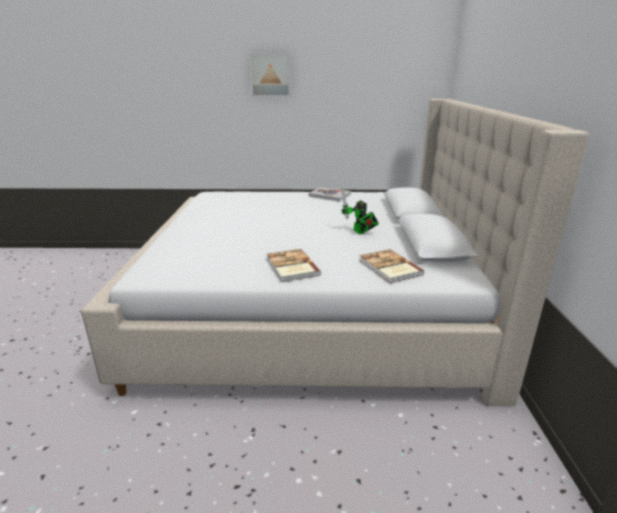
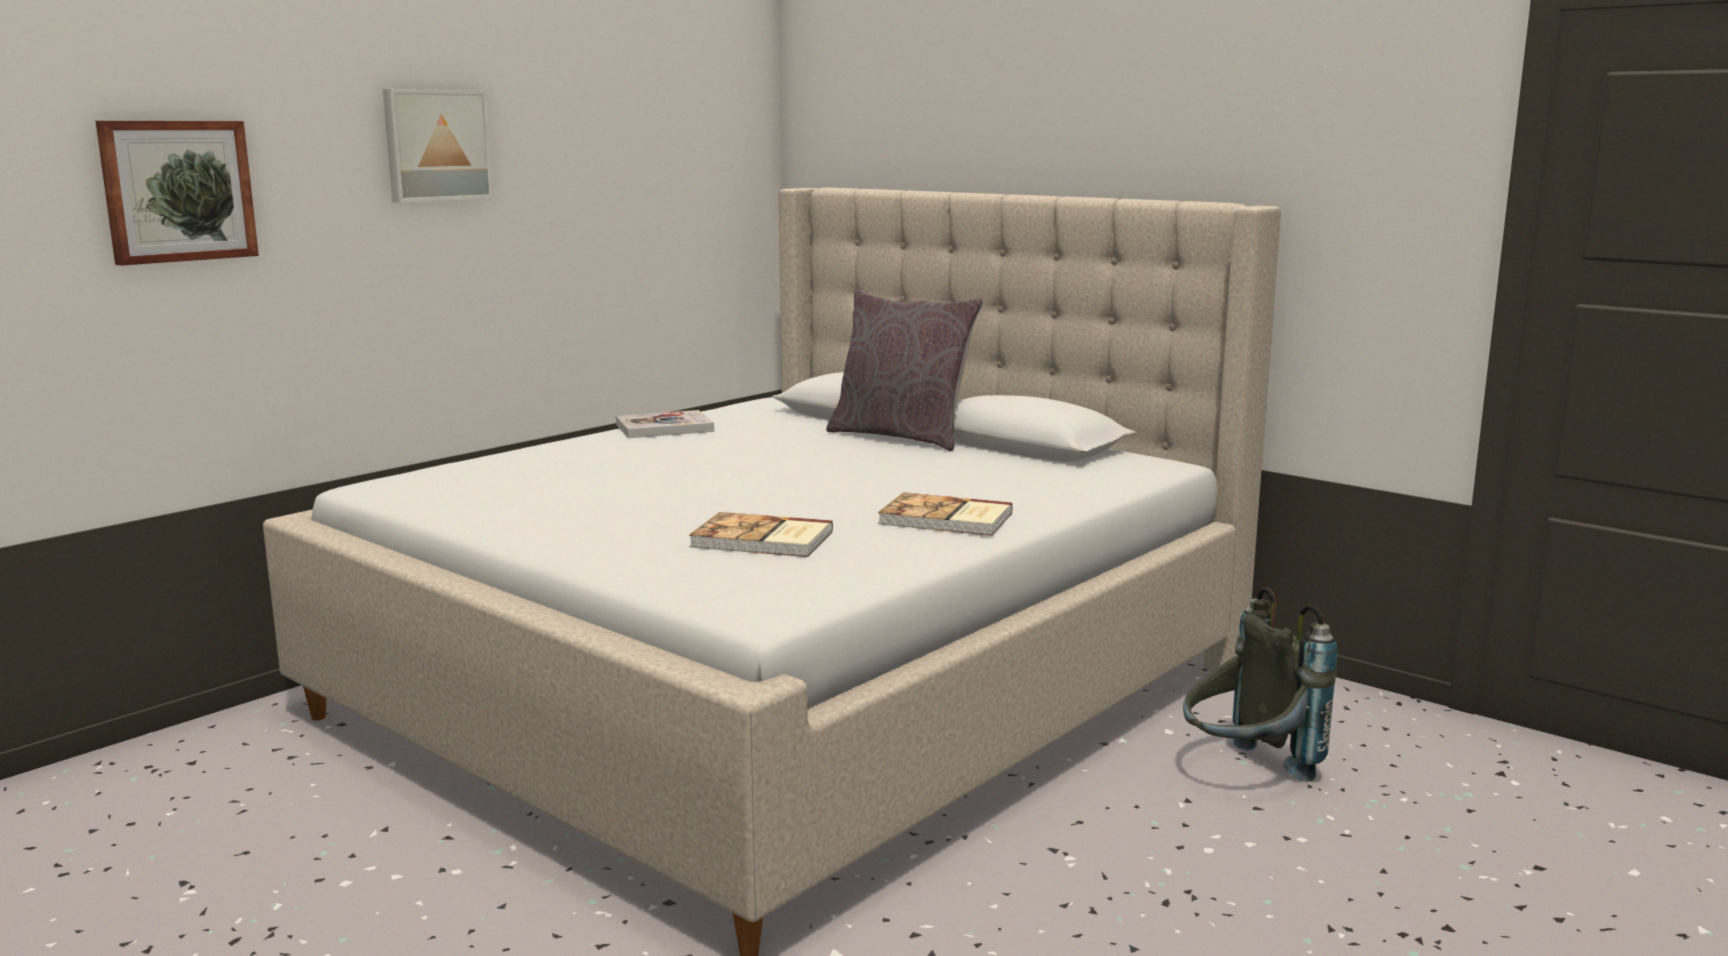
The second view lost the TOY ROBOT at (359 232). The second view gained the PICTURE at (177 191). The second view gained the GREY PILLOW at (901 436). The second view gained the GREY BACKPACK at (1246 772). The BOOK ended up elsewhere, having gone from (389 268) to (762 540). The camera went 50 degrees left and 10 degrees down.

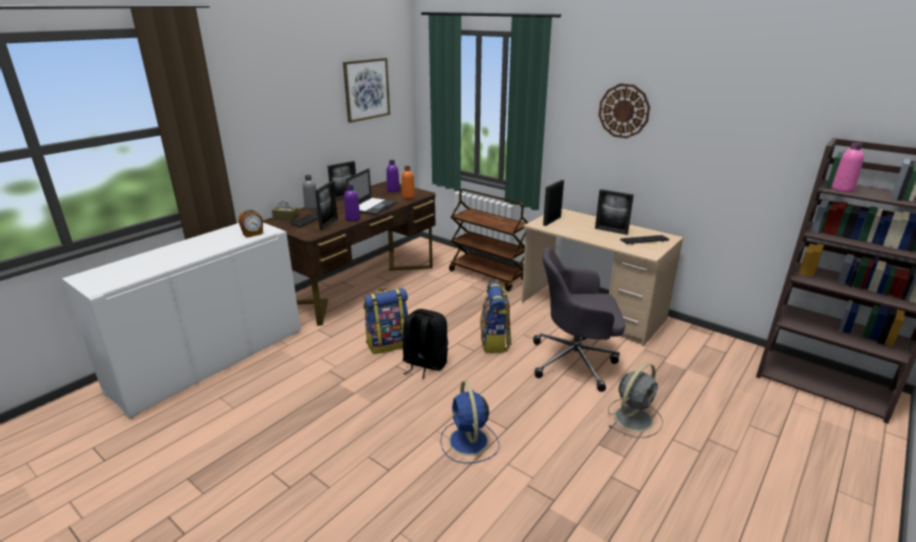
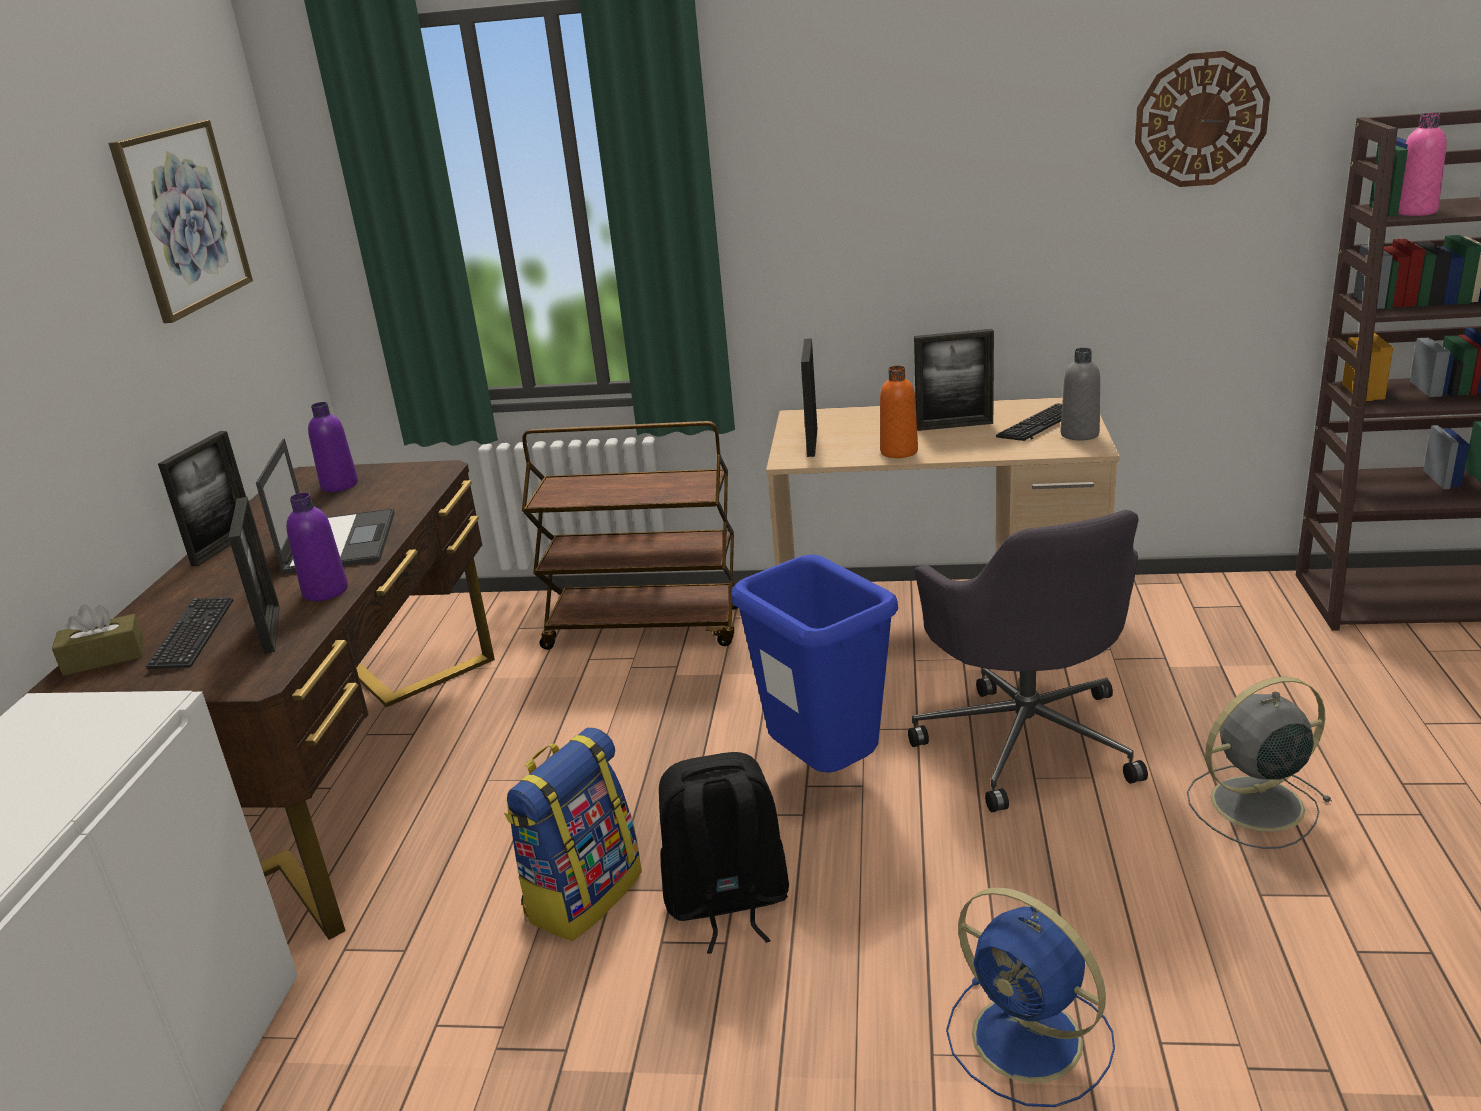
The second view lost the ALARM CLOCK at (253 234). The GREY BOTTLE ended up elsewhere, having gone from (311 207) to (1079 434). The ORANGE BOTTLE ended up elsewhere, having gone from (408 196) to (899 452). The WALL CLOCK ended up elsewhere, having gone from (624 111) to (1200 120). Where the BACKPACK stood at (495 342), the BLUE TRASH CAN came to stand at (825 773). The GREY OFFICE CHAIR at (575 361) ended up facing another way, 75 degrees counterclockwise from before. The GREY FAN at (634 417) ended up facing another way, 120 degrees counterclockwise from before. The camera went 30 degrees left and 0 degrees up.

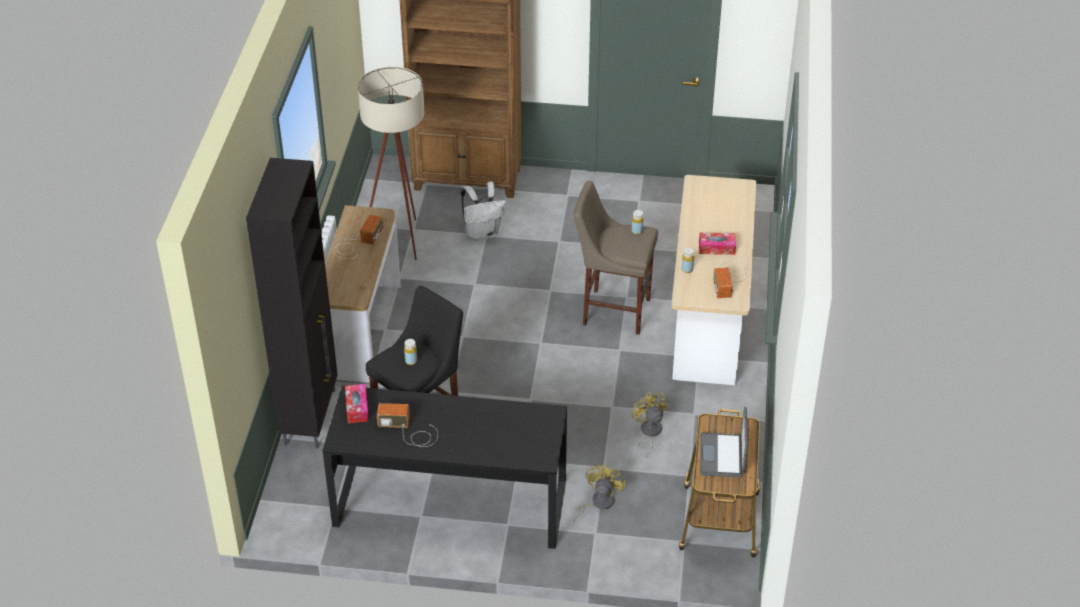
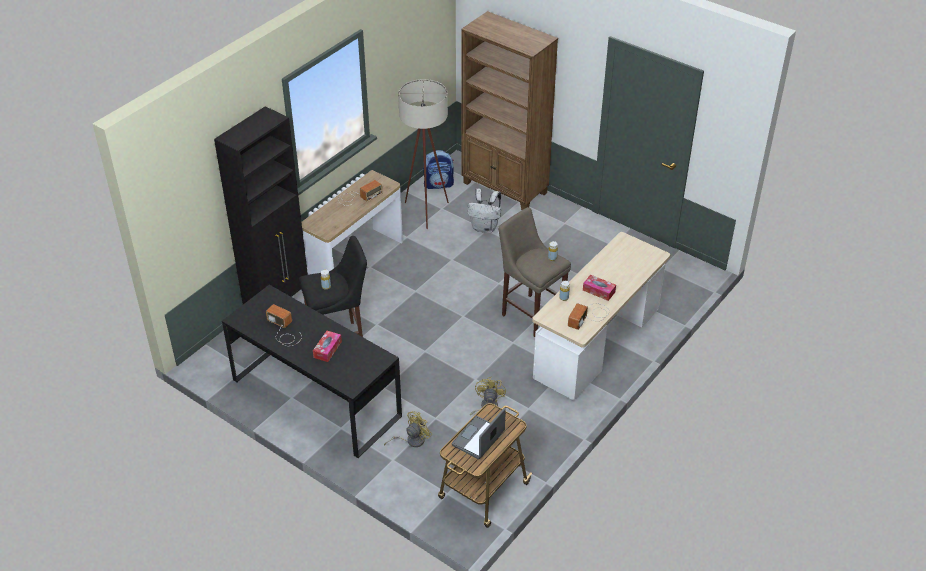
The second view gained the BACKPACK at (439 184). The TISSUE BOX ended up elsewhere, having gone from (357 408) to (327 349). The camera went 30 degrees right and 0 degrees up.

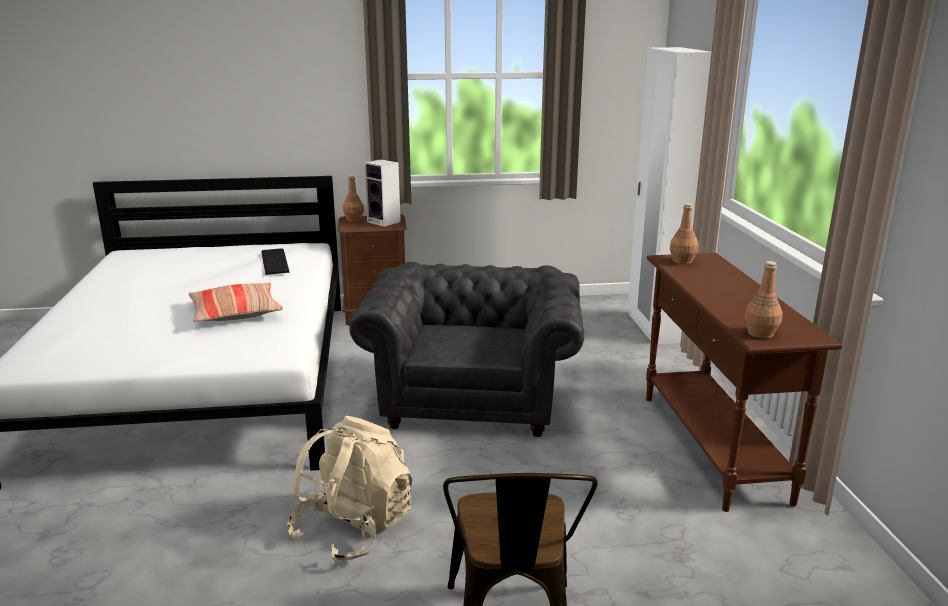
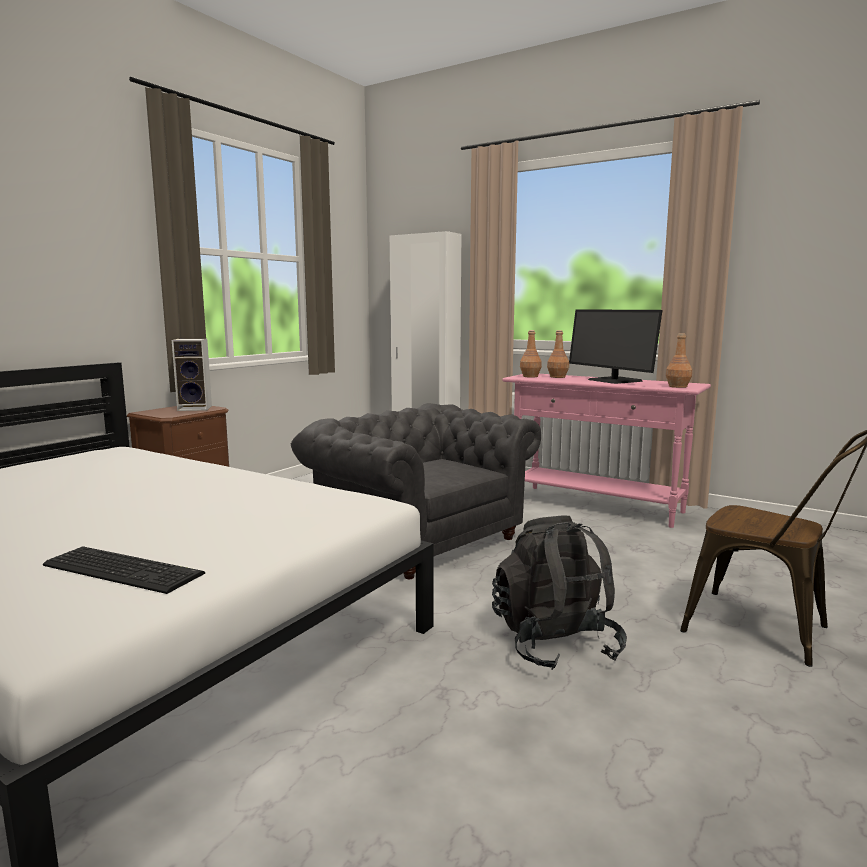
The second view lost the PILLOW at (235 313). The second view gained the MONITOR at (613 380). The KEYBOARD ended up elsewhere, having gone from (276 261) to (123 568). The BROWN BOTTLE ended up elsewhere, having gone from (354 219) to (557 377). What was the BEIGE BACKPACK at (353 529) turned into the BLACK BACKPACK at (555 643). What was the BROWN CONSOLE TABLE at (712 447) turned into the PINK CONSOLE TABLE at (596 506). The camera went 50 degrees left and 10 degrees down.

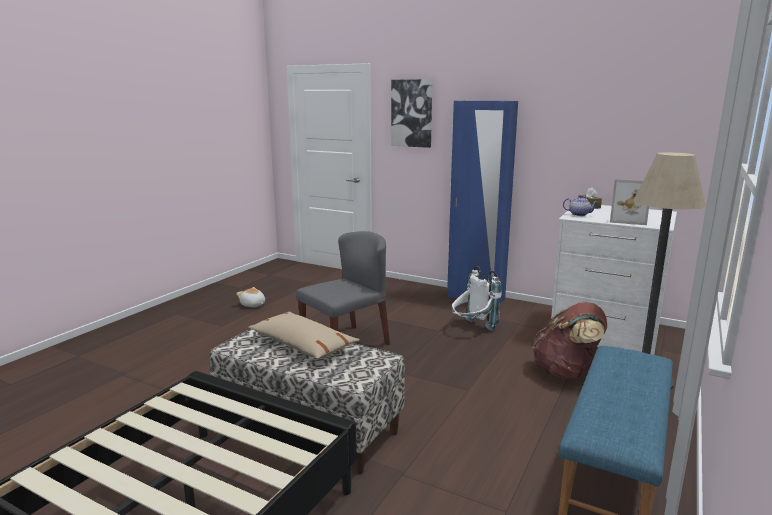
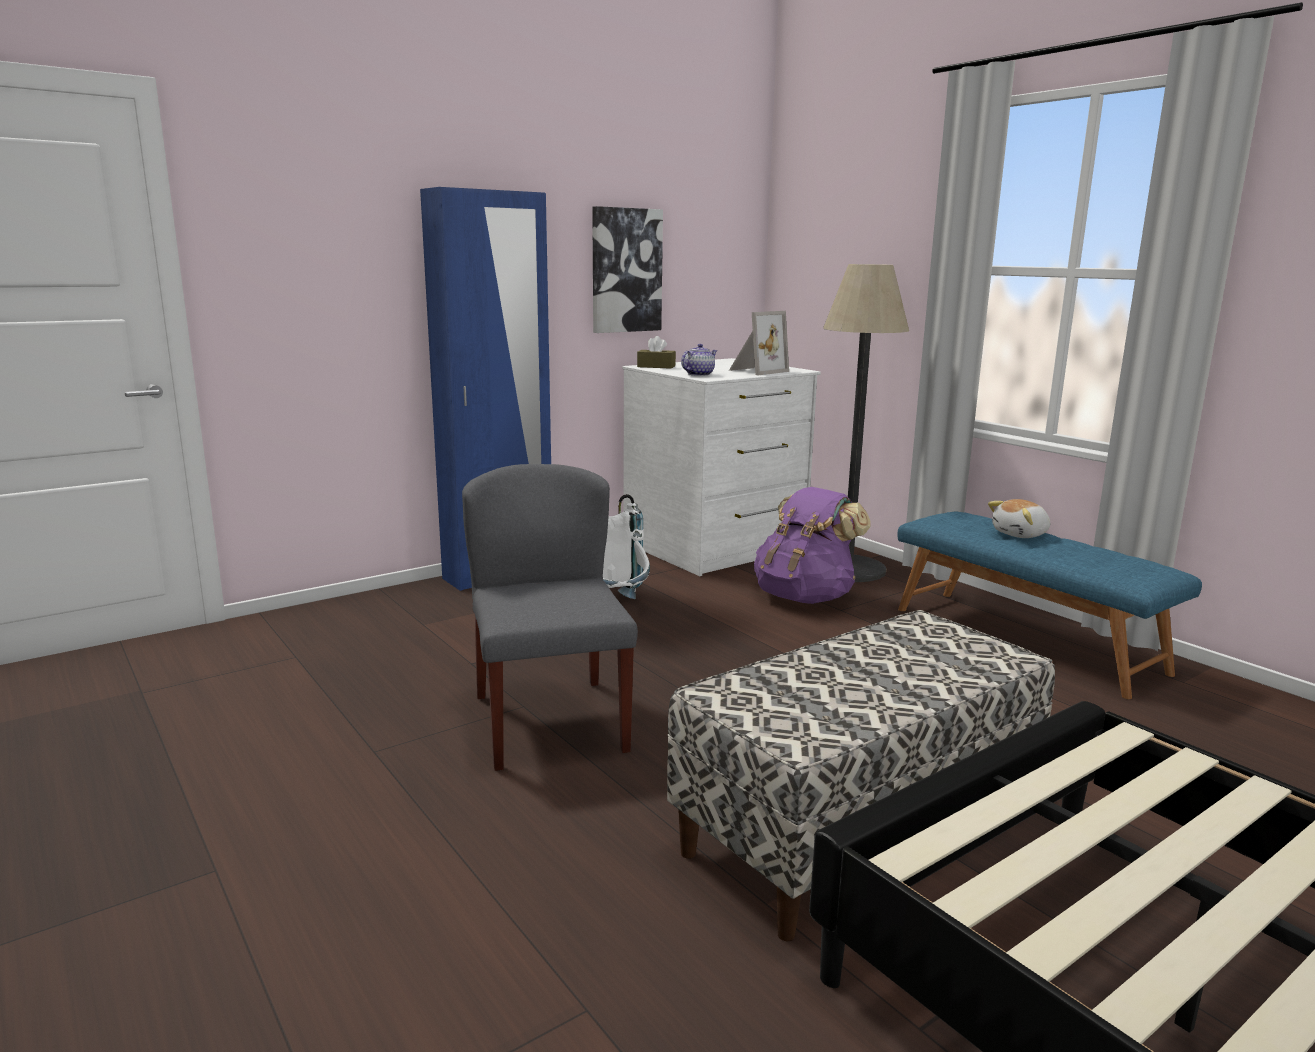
The second view lost the BEIGE PILLOW at (302 345). The PLUSH TOY ended up elsewhere, having gone from (253 305) to (1021 534). The PICTURE ended up elsewhere, having gone from (412 113) to (625 270). What was the BROWN BACKPACK at (566 372) turned into the PURPLE BACKPACK at (805 597). The camera went 65 degrees left and 0 degrees up.

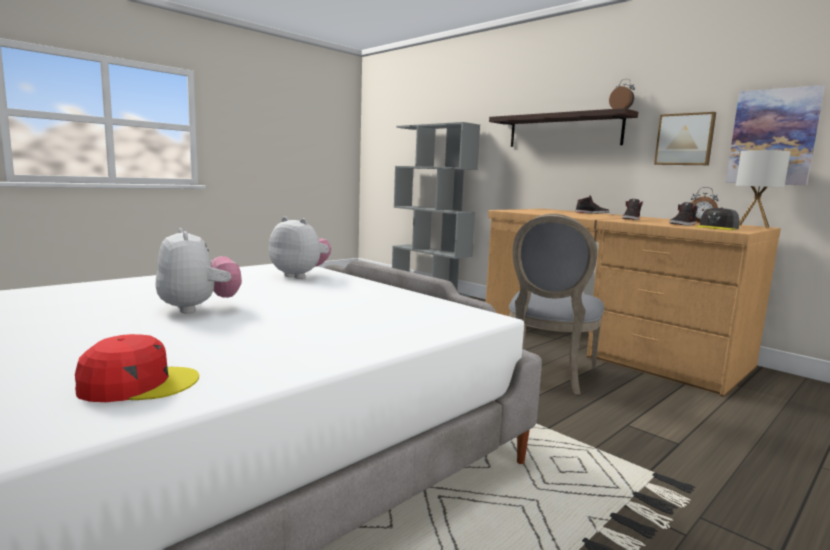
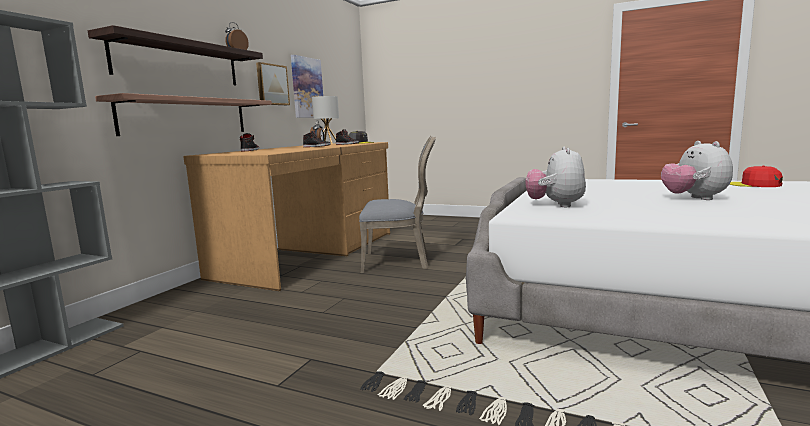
The second view gained the SHELF at (186 116). The PLUSH TOY at (198 308) ended up facing another way, 45 degrees counterclockwise from before. The camera went 110 degrees left and 0 degrees up.

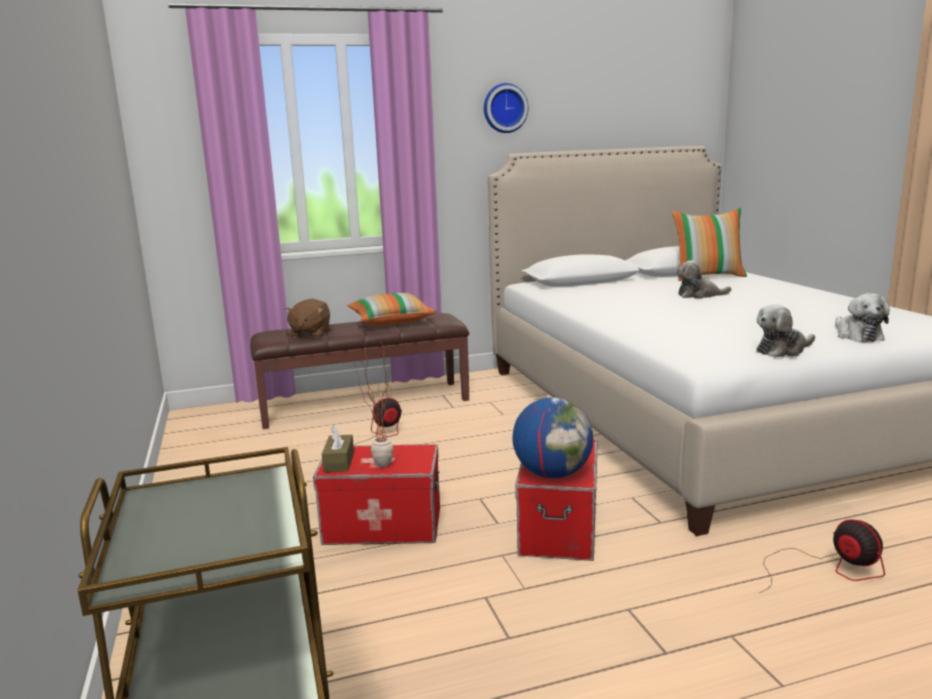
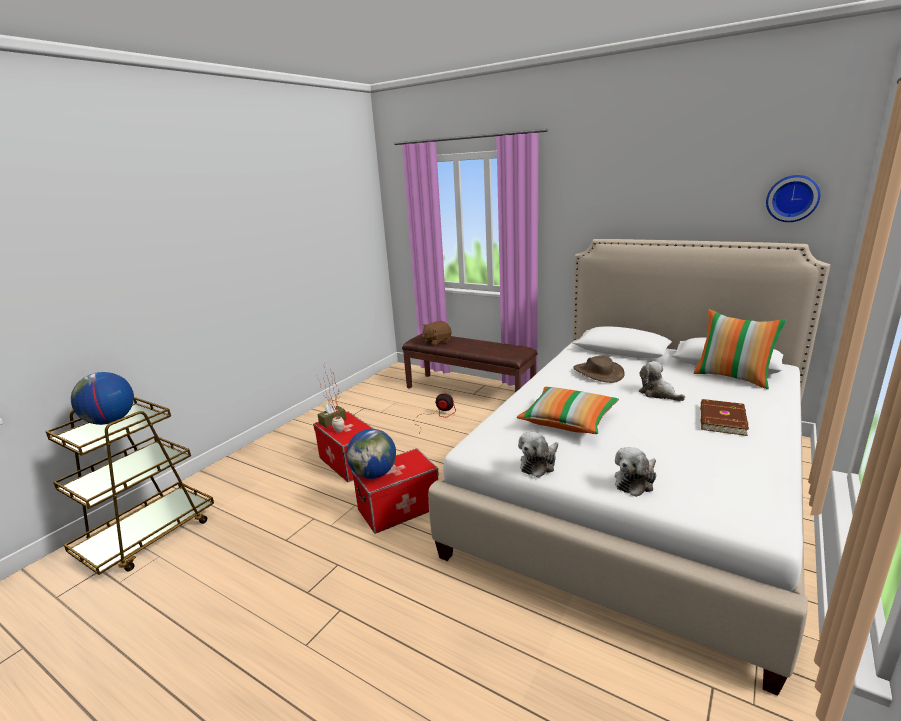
The second view lost the FAN at (827 569). The second view gained the GLOBE at (110 421). The second view gained the BROWN HAT at (598 373). The second view gained the BROWN BOOK at (721 419). The PILLOW ended up elsewhere, having gone from (392 322) to (568 421). The WALL CLOCK ended up elsewhere, having gone from (504 108) to (792 198). The PLUSH TOY at (782 350) ended up facing another way, 75 degrees counterclockwise from before. The camera went 50 degrees right and 5 degrees up.

